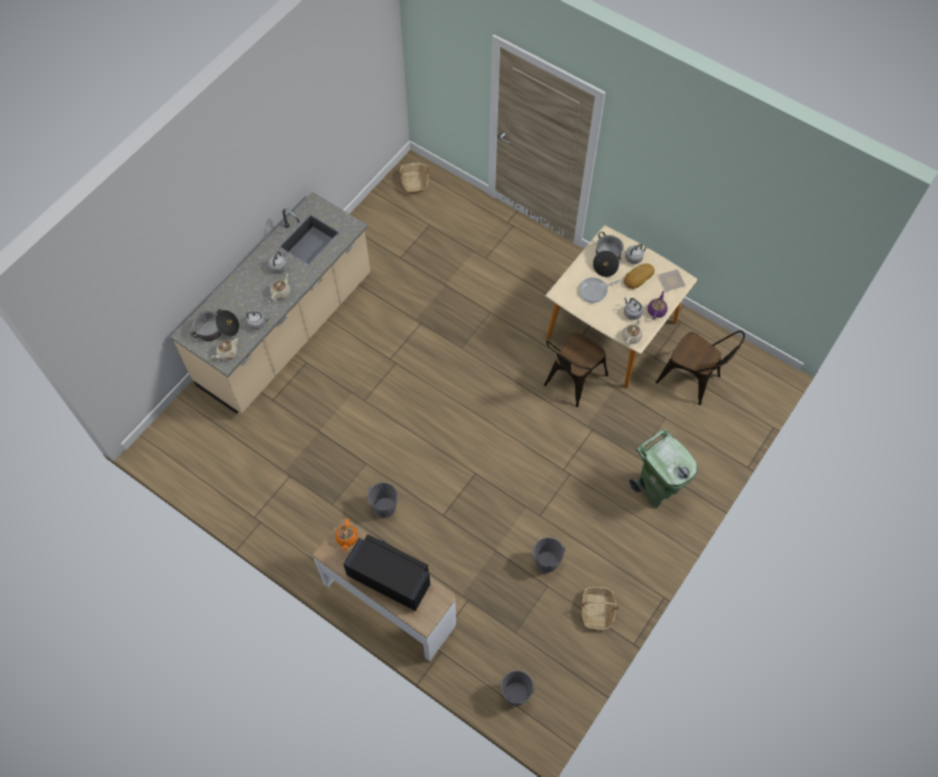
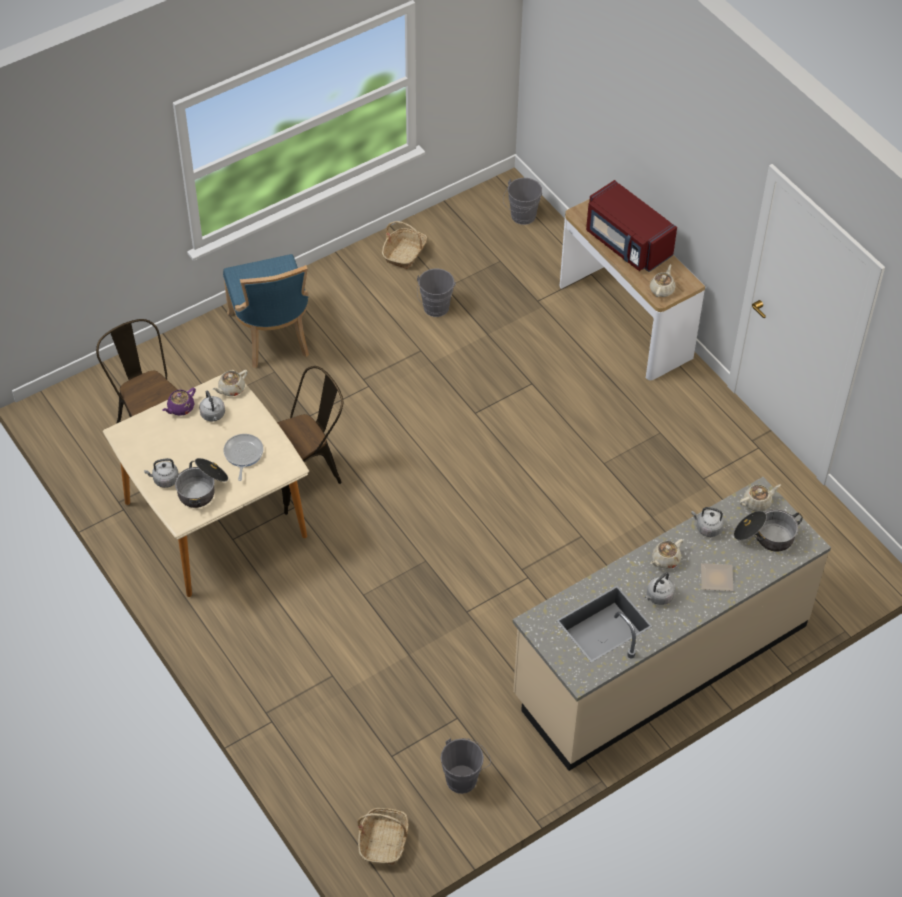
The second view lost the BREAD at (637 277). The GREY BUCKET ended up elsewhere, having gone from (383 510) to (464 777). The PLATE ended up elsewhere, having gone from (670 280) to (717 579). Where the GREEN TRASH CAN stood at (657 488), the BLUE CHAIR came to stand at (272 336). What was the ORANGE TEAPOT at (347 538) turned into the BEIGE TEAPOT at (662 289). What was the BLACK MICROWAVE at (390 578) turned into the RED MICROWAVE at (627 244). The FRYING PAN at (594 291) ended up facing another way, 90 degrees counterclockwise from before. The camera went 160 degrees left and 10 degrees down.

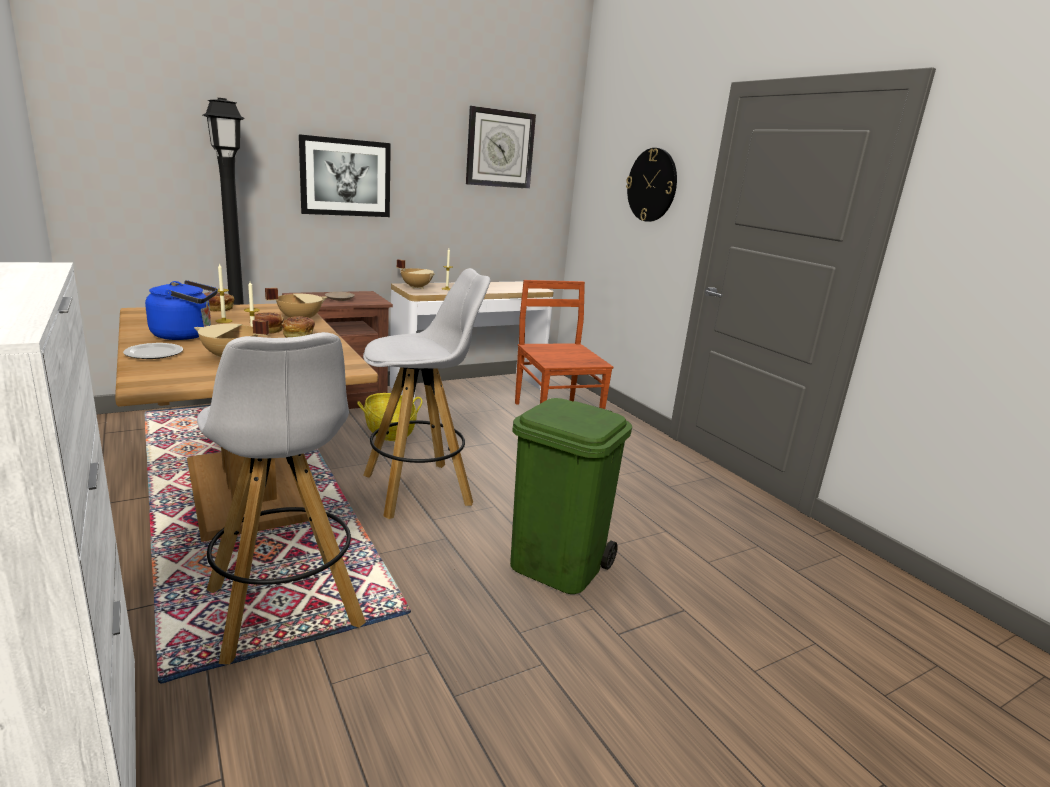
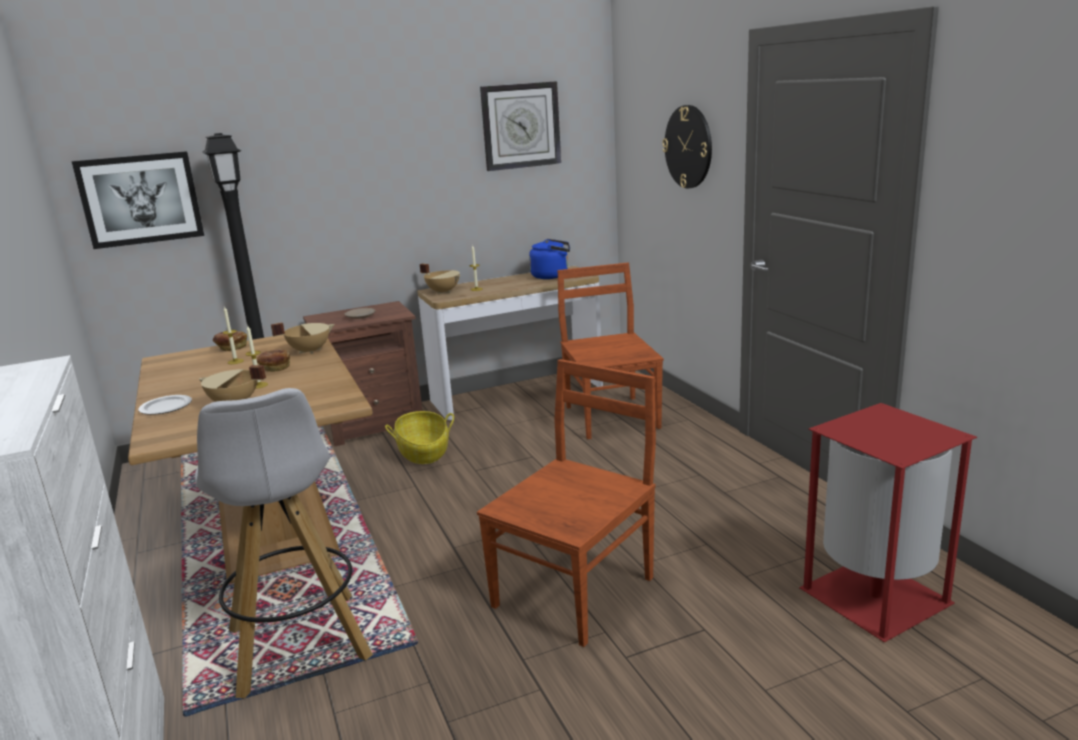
The second view lost the BREAD at (298 335). The second view lost the WHITE STOOL at (419 489). The second view gained the RED TRASH CAN at (878 597). The BLUE KETTLE ended up elsewhere, having gone from (186 335) to (552 276). The PICTURE ended up elsewhere, having gone from (345 177) to (140 199). Where the GREEN TRASH CAN stood at (557 566), the BROWN CHAIR came to stand at (576 590). The camera went 10 degrees right and 0 degrees up.

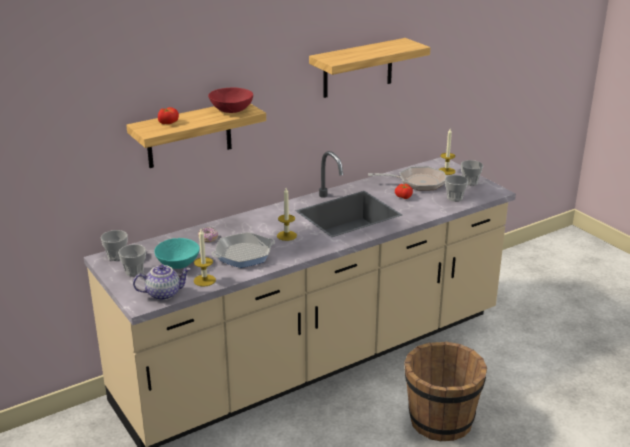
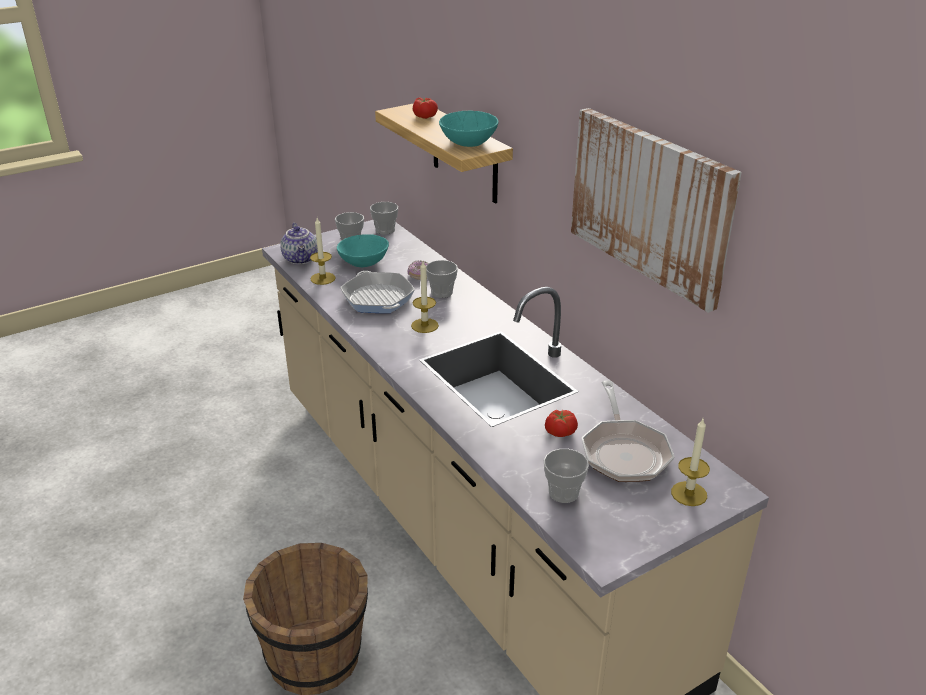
The CUP ended up elsewhere, having gone from (470 182) to (441 292). Where the SHELF hung at (358 68), the PICTURE came to hang at (650 204). What was the RED BOWL at (231 110) turned into the TURQUOISE BOWL at (469 142). The camera went 90 degrees right and 5 degrees up.

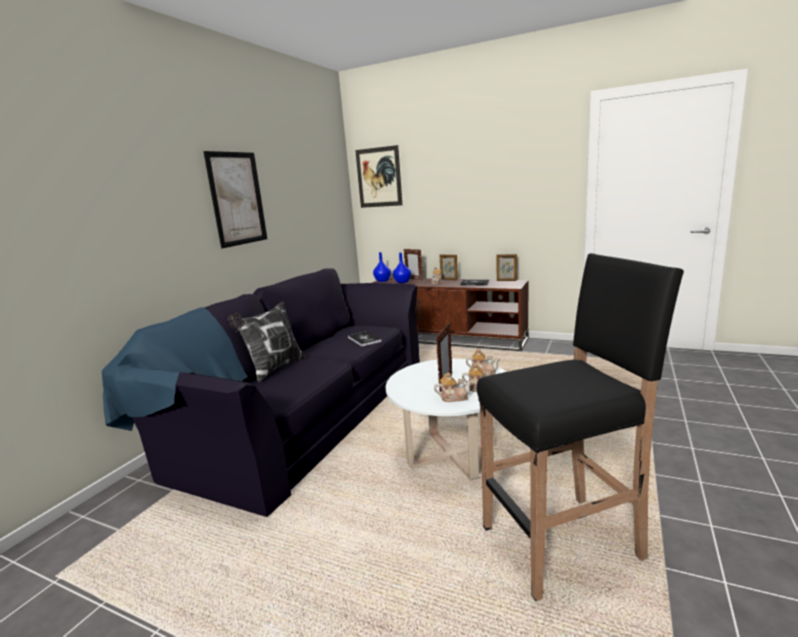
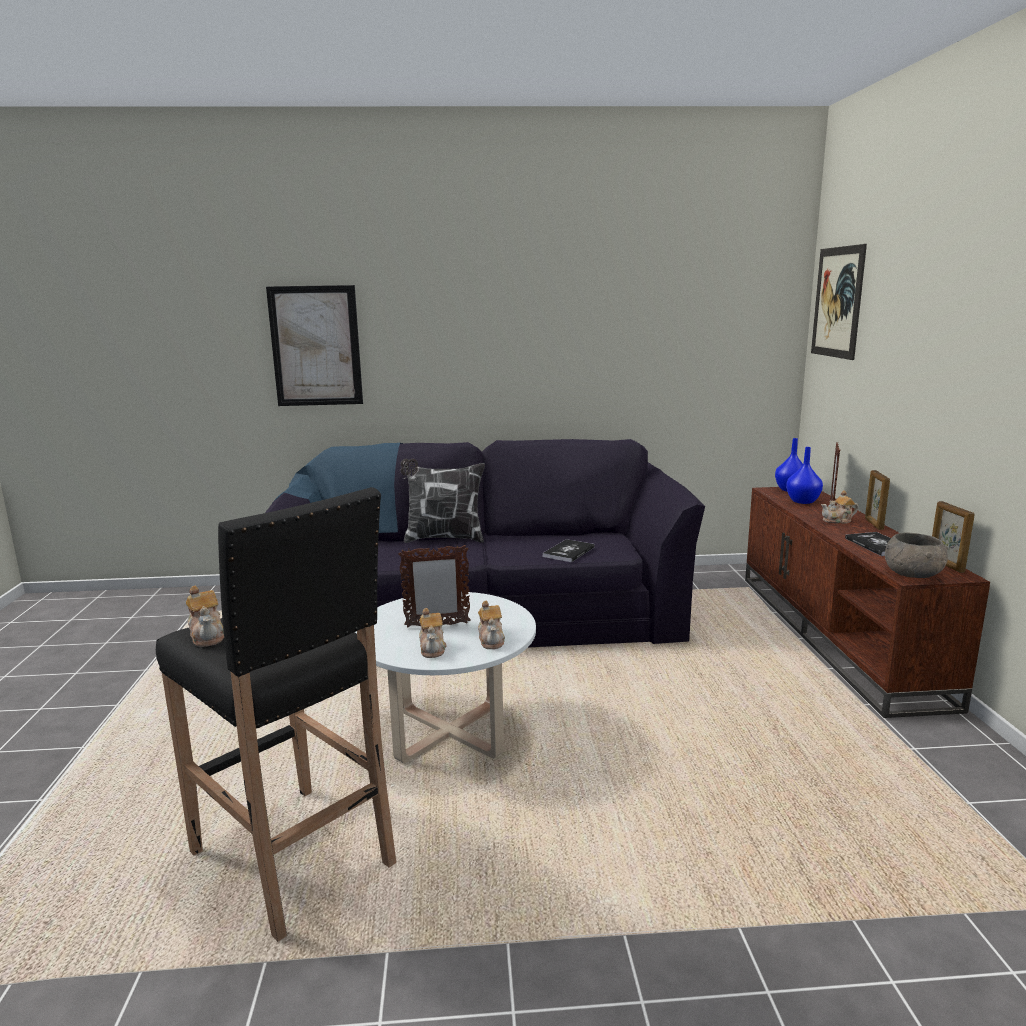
The second view gained the GREY BOWL at (913 574). The PICTURE ended up elsewhere, having gone from (237 199) to (316 346). The TEAPOT ended up elsewhere, having gone from (453 397) to (208 636). The camera went 60 degrees right and 0 degrees up.

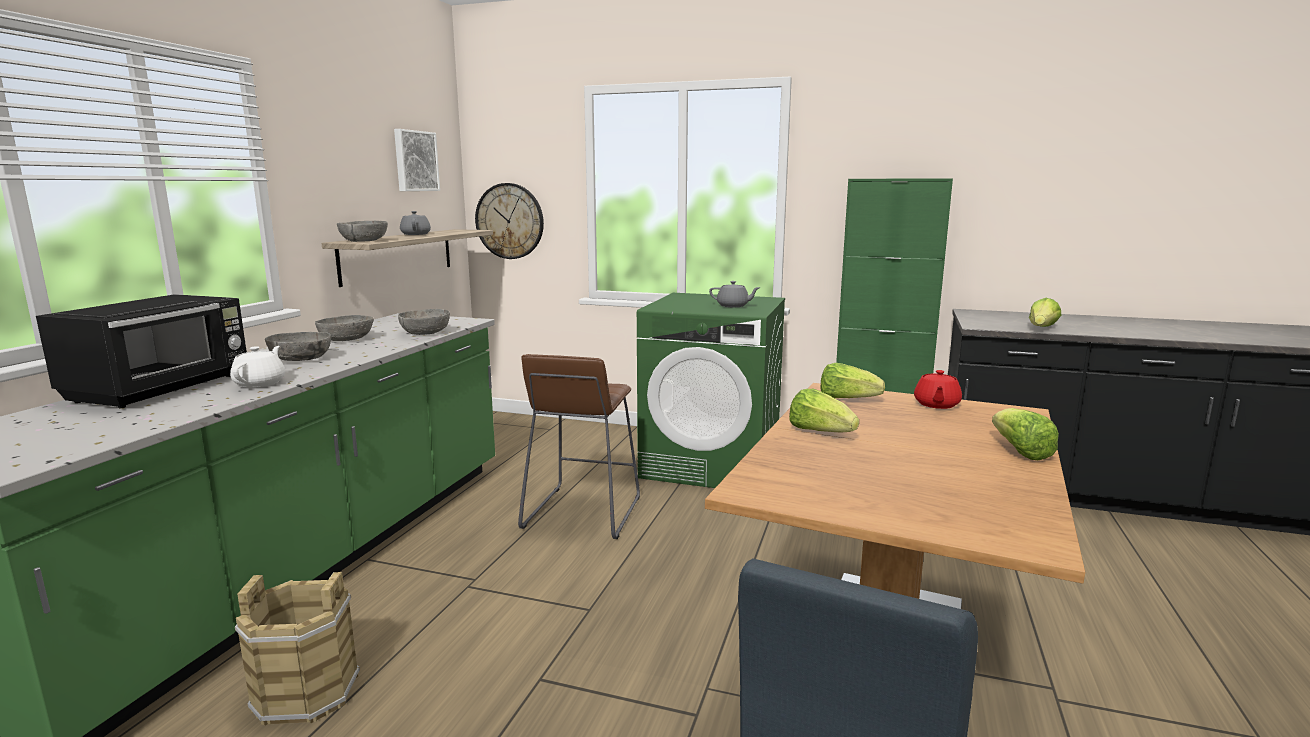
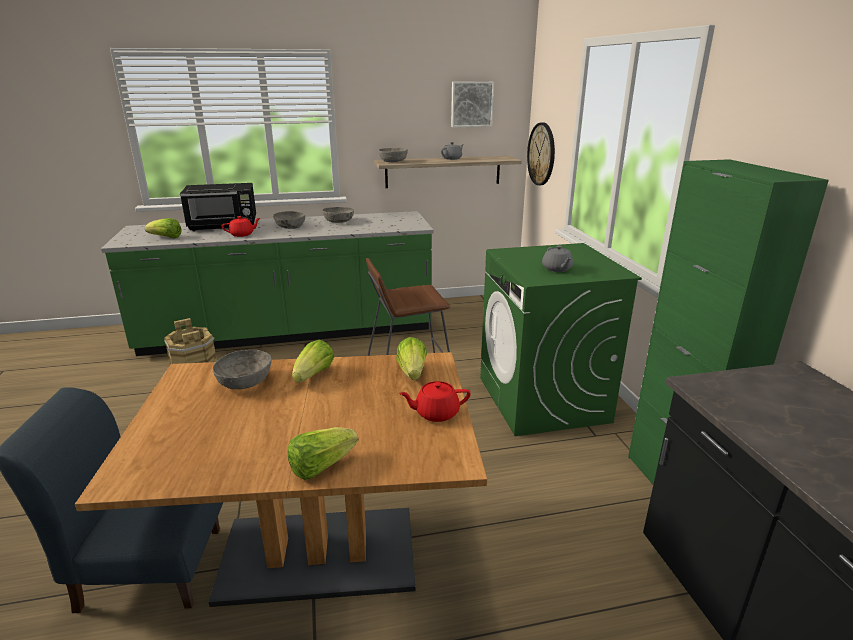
The GREY BOWL ended up elsewhere, having gone from (425 332) to (245 382). The LETTUCE ended up elsewhere, having gone from (1041 328) to (166 238). What was the WHITE TEAPOT at (260 383) turned into the RED TEAPOT at (242 234). The camera went 60 degrees right and 10 degrees up.

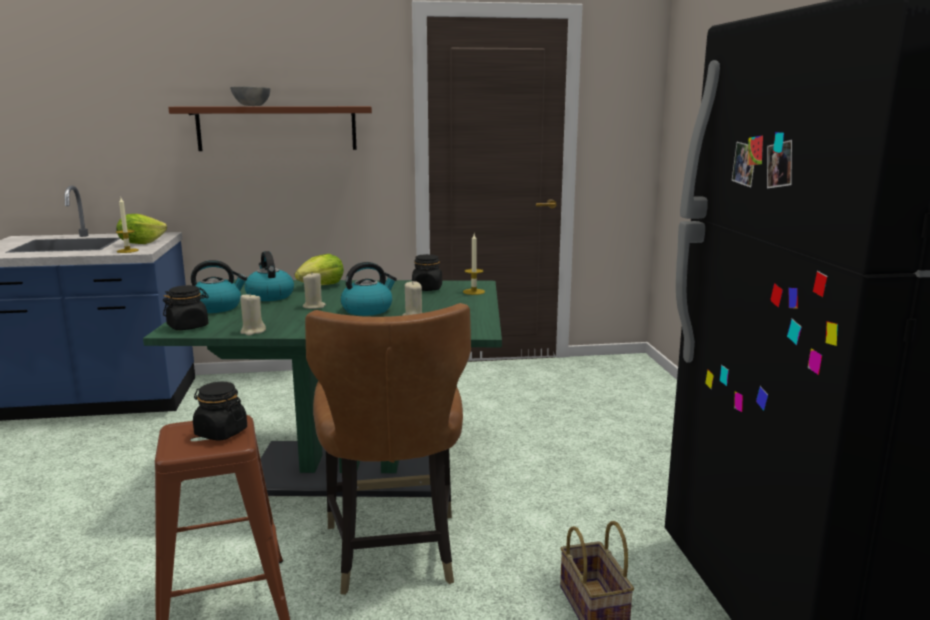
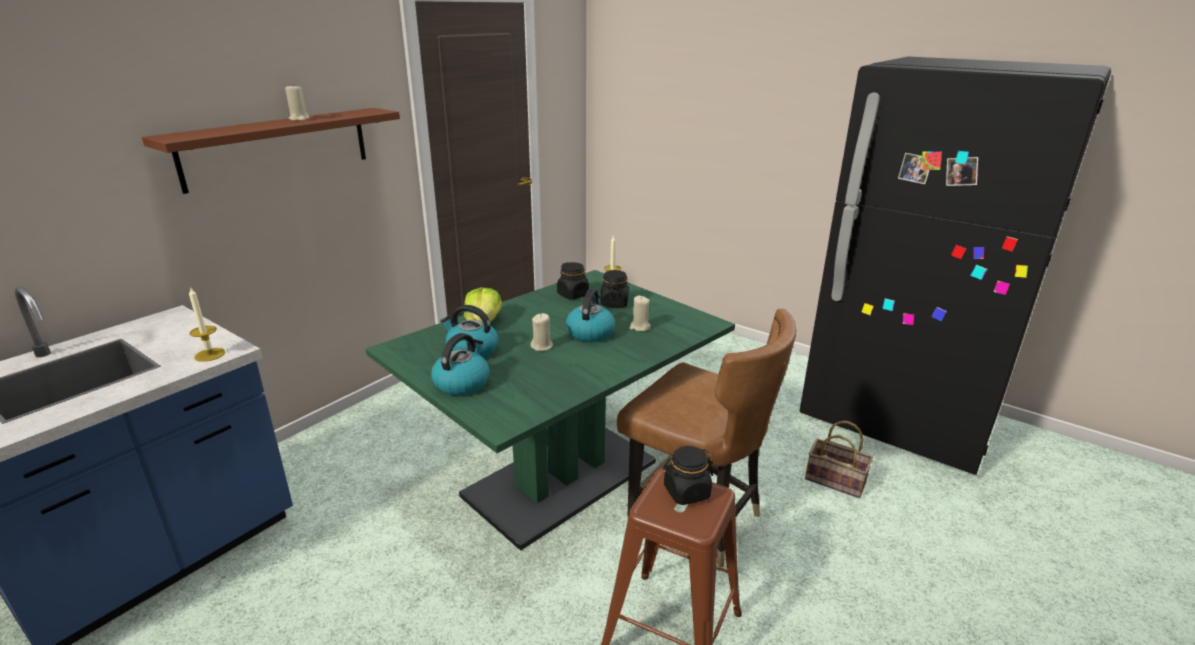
The second view lost the LETTUCE at (141 243). The second view lost the GREY BOWL at (251 106). The BLACK JAR ended up elsewhere, having gone from (188 326) to (614 303). The BEIGE CANDLE ended up elsewhere, having gone from (252 331) to (299 119). The camera went 45 degrees left and 10 degrees up.

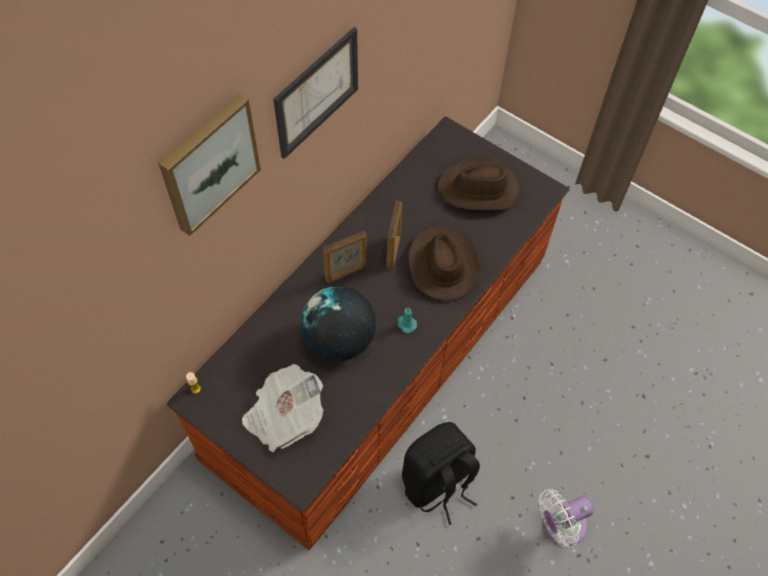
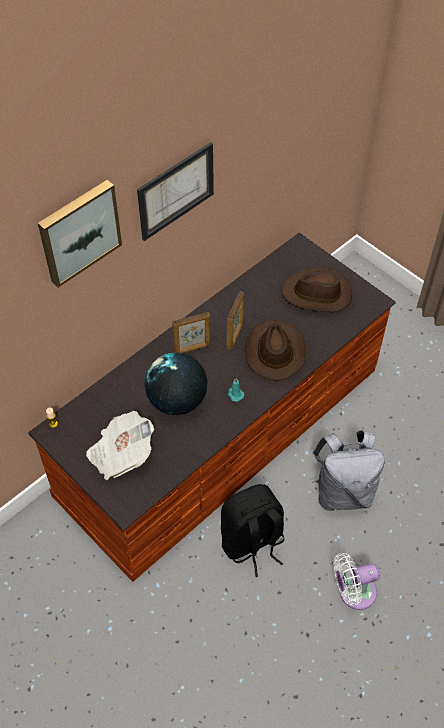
The second view gained the GREY BACKPACK at (343 492). The camera went 10 degrees right and 5 degrees down.

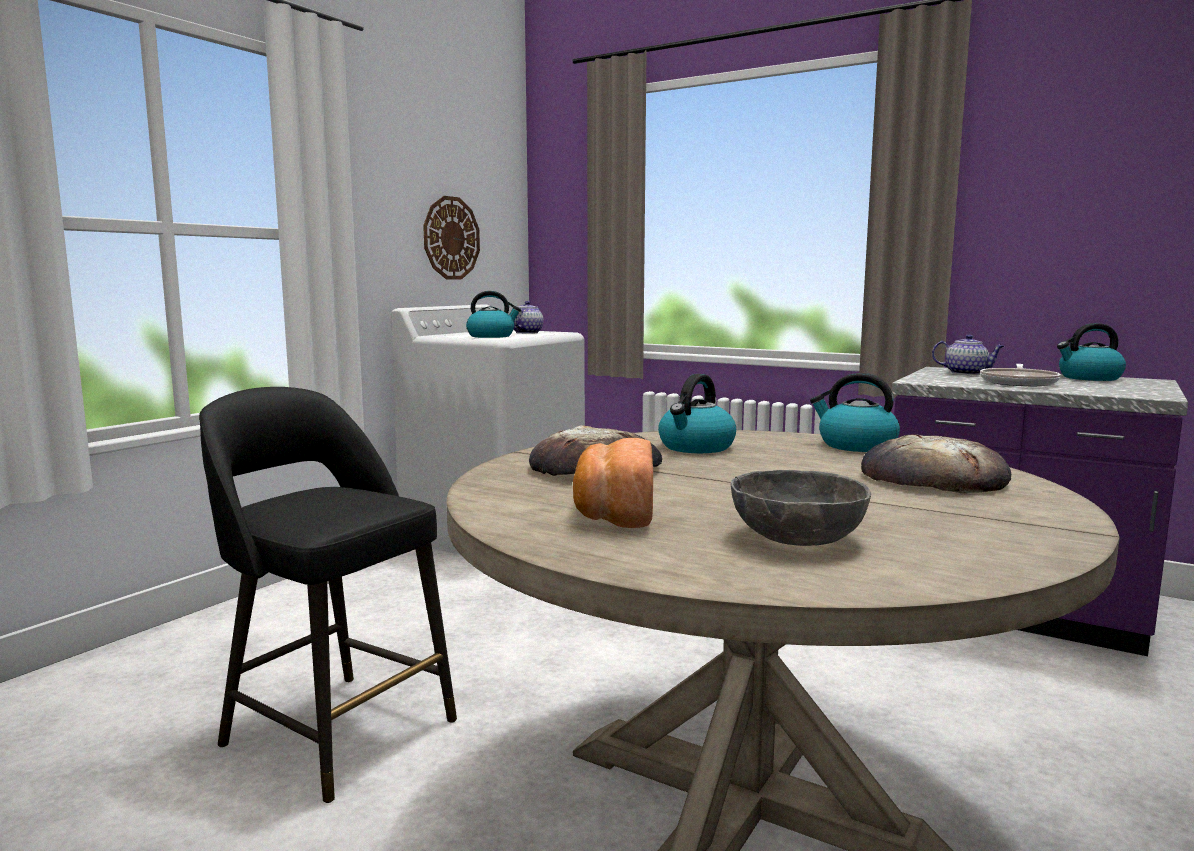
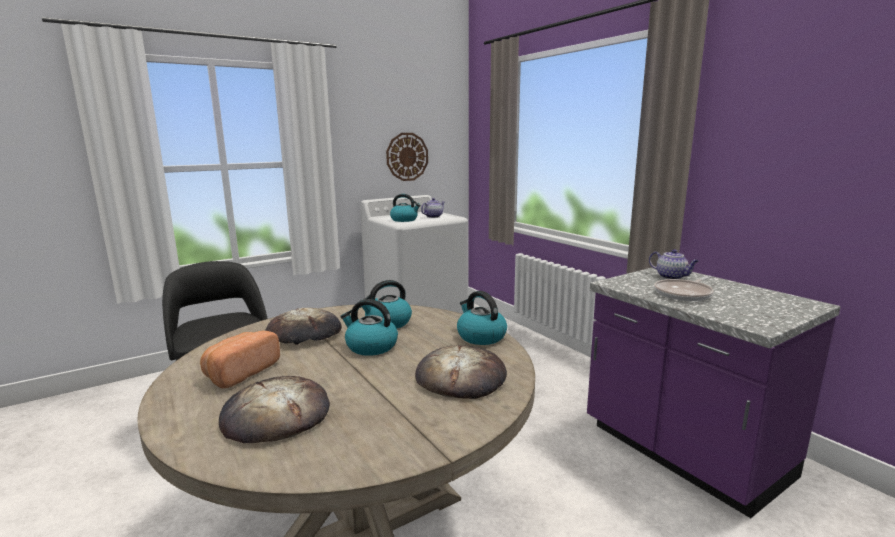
The KETTLE ended up elsewhere, having gone from (1089 378) to (370 346). Where the GREY BOWL stood at (796 538), the BREAD came to stand at (276 415). The camera went 25 degrees right and 5 degrees up.

